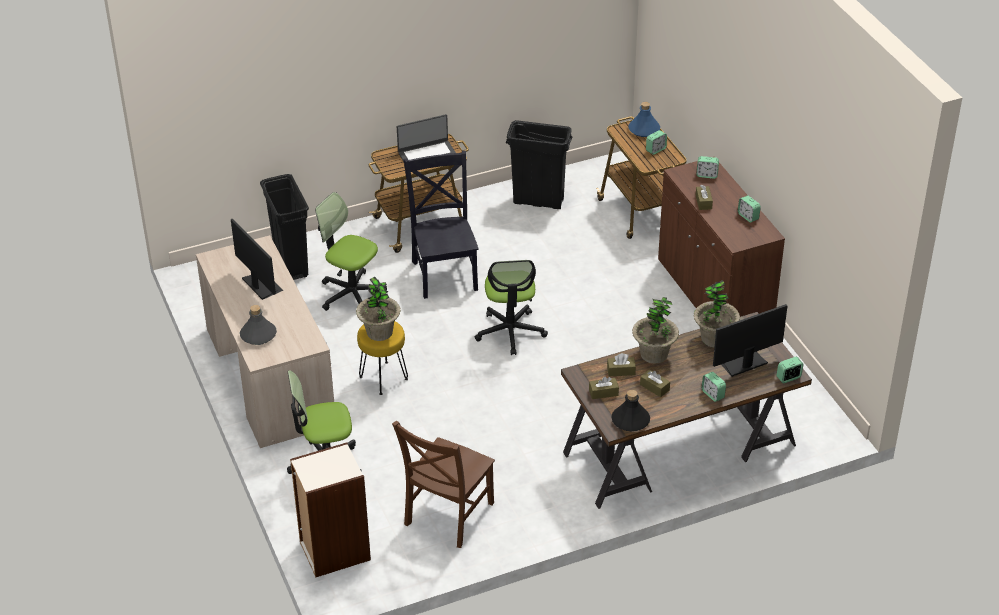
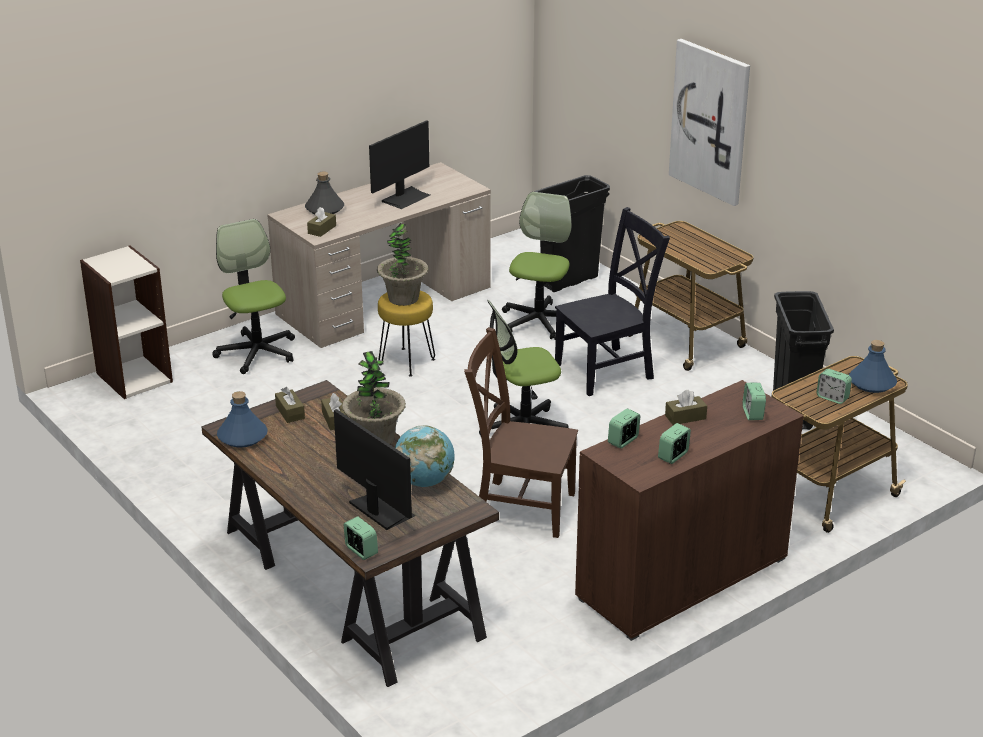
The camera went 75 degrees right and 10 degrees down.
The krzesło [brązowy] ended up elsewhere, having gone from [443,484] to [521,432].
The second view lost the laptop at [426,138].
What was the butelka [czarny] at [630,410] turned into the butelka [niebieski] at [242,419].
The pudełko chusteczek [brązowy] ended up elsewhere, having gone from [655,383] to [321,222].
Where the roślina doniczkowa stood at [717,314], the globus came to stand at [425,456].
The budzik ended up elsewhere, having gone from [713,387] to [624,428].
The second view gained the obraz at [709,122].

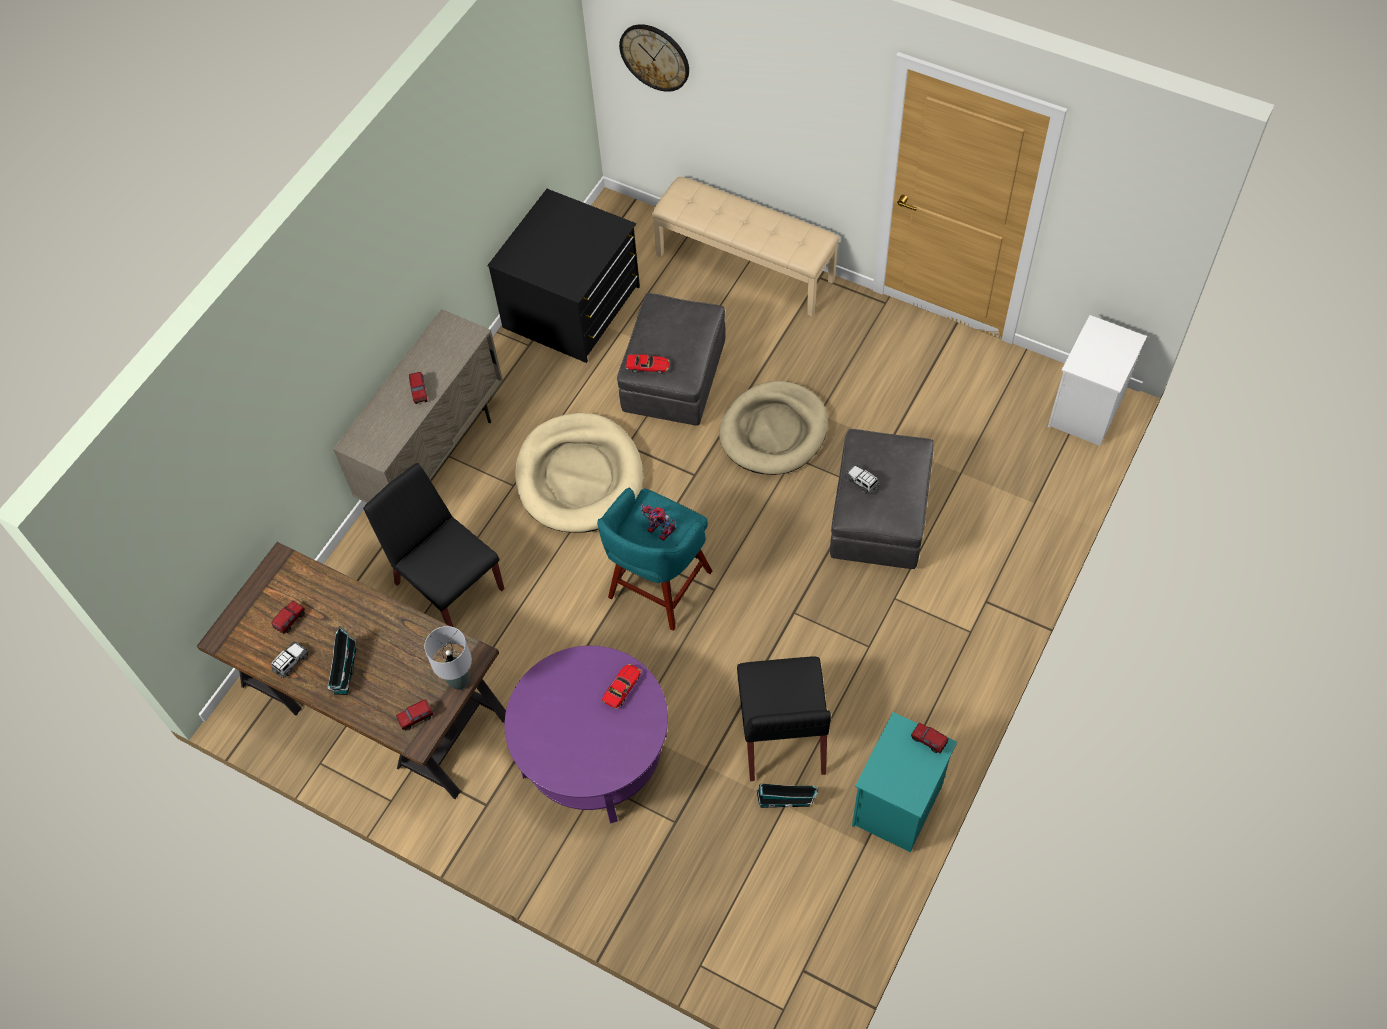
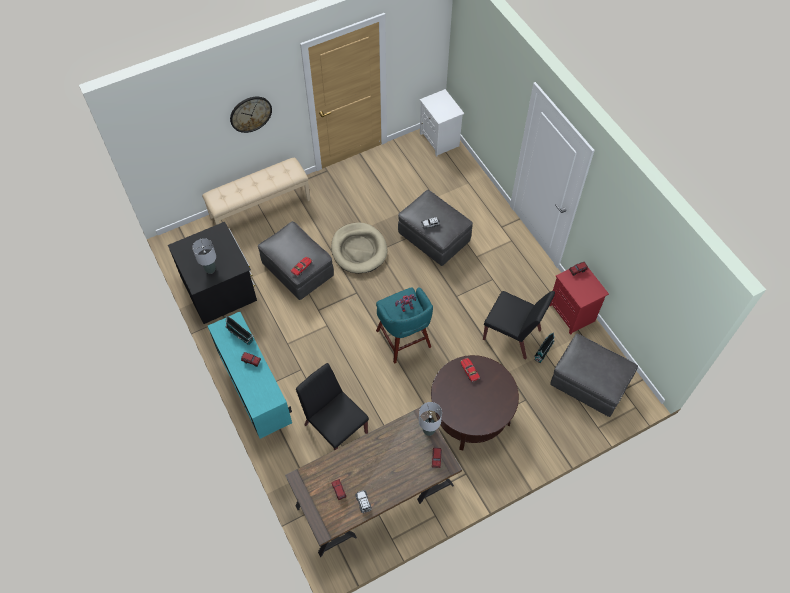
The camera went 60 degrees left and 0 degrees up.
The domek ended up elsewhere, having gone from [341,660] to [240,330].
What was the szafka [beżowy] at [418,406] turned into the szafka [turkusowy] at [250,375].
The krzesło [czarny] at [433,545] ended up facing another way, 60 degrees clockwise from before.
What was the ława [fioletowy] at [586,735] turned into the ława [brązowy] at [475,402].
The second view lost the legowisko [beżowy] at [579,472].
The zegar ścienny ended up elsewhere, having gone from [654,58] to [251,115].
What was the szafka nocna [turkusowy] at [904,782] turned into the szafka nocna [czerwony] at [579,301].
The second view gained the lampa stołowa [szary] at [204,256].
The second view gained the pufa [szary] at [594,375].

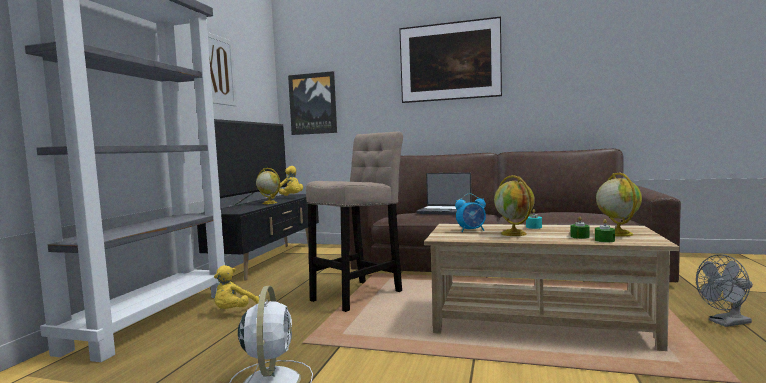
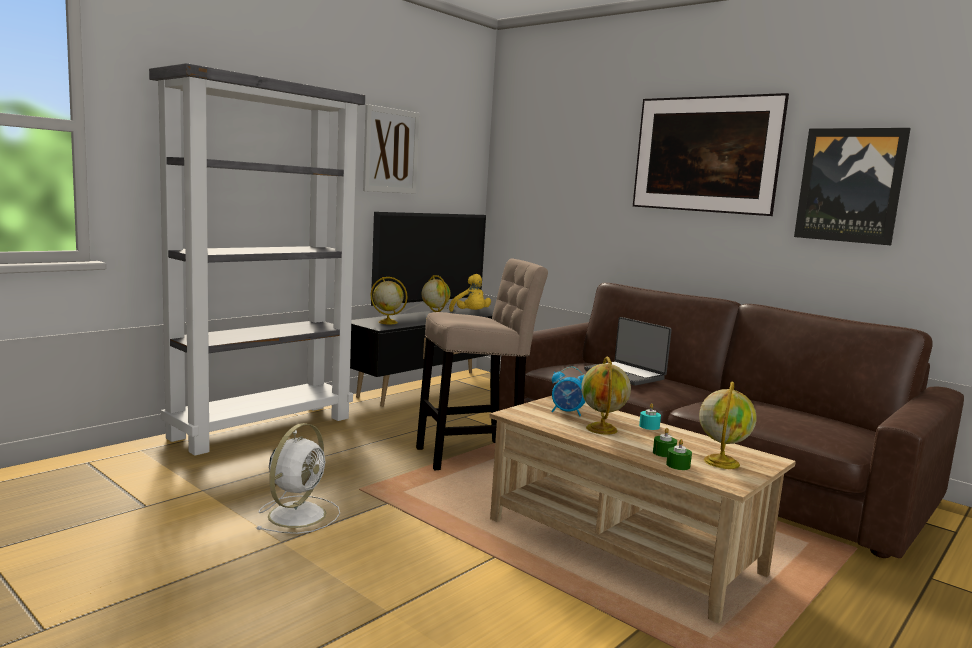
The camera went 25 degrees right and 5 degrees up.
The second view lost the pluszak [żółty] at [236,287].
The obraz ended up elsewhere, having gone from [312,103] to [852,186].
The second view lost the wentylator [szary] at [724,290].
The second view gained the globus at [389,300].

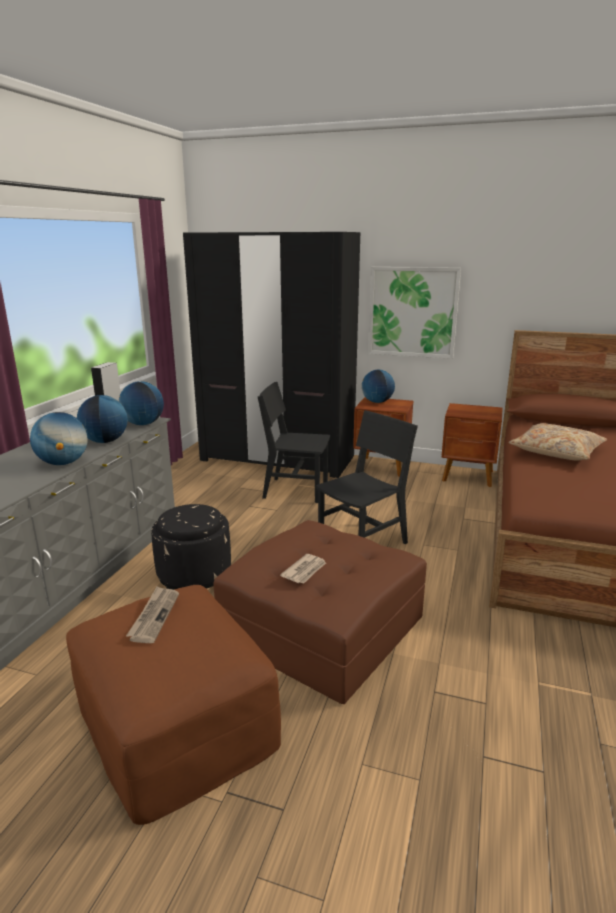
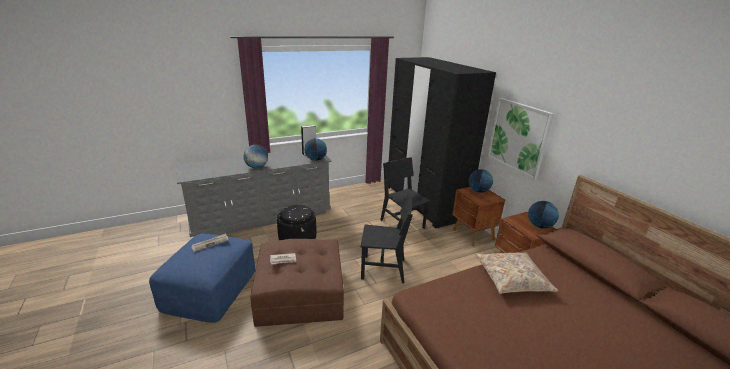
The camera went 45 degrees right and 5 degrees up.
What was the pufa [brązowy] at [173,705] turned into the pufa [niebieski] at [202,278].
The globus ended up elsewhere, having gone from [102,419] to [543,215].

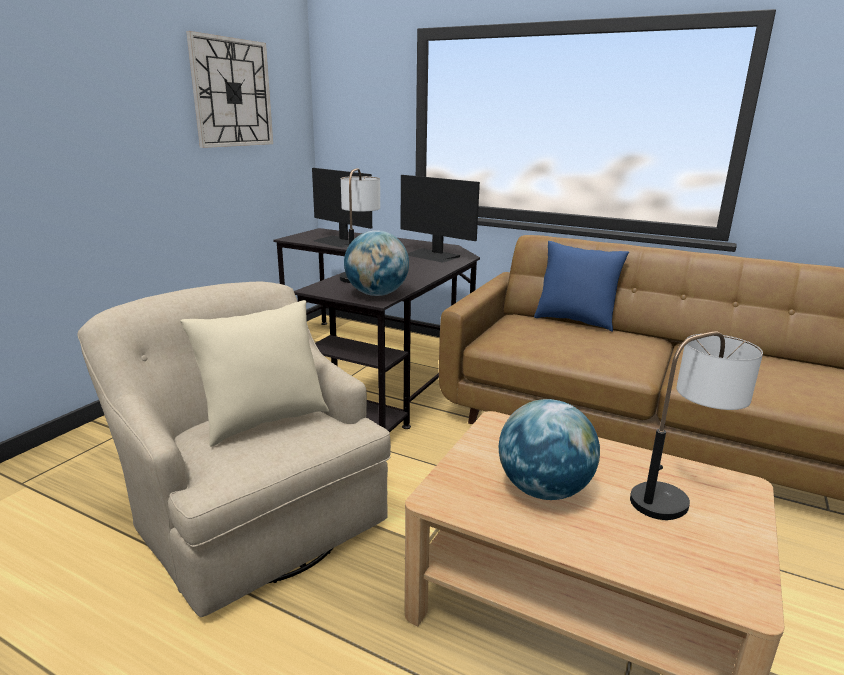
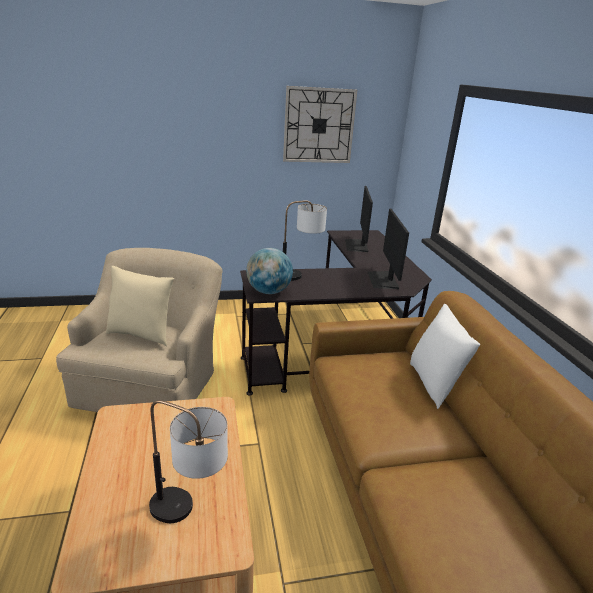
The camera went 50 degrees right and 5 degrees up.
The second view lost the globus at [549,449].
What was the poduszka [niebieski] at [581,286] turned into the poduszka [biały] at [445,356].

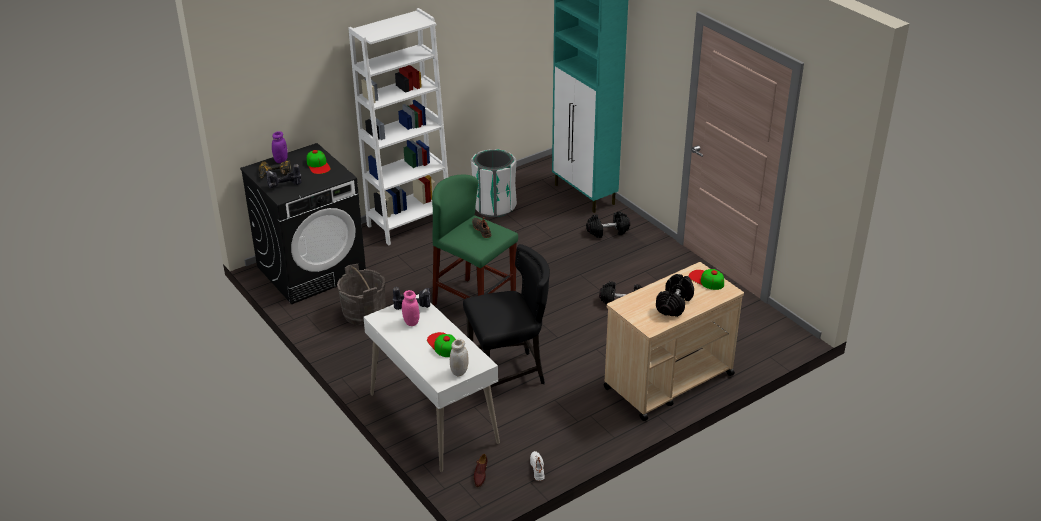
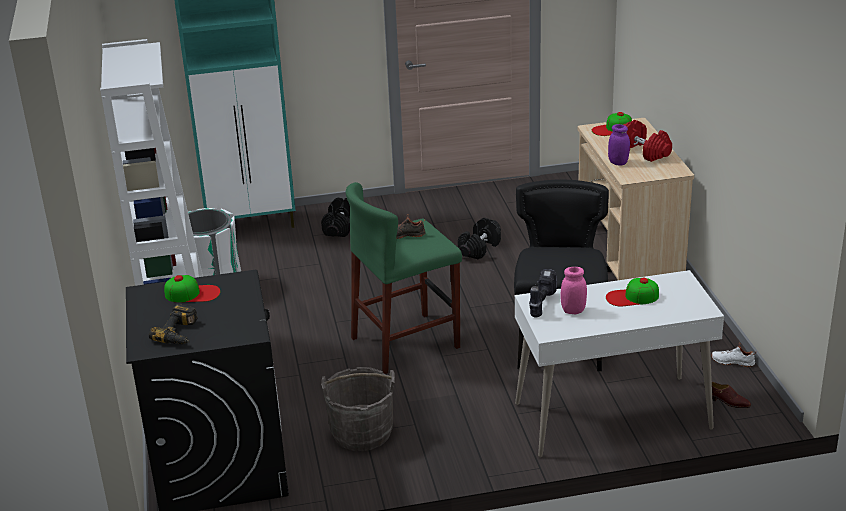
The camera went 65 degrees left and 5 degrees down.
The second view lost the wiertarka at [283,176].
The słoik [fioletowy] ended up elsewhere, having gone from [280,147] to [619,145].
The second view lost the słoik [biały] at [459,357].
What was the hantel [czarny] at [675,295] turned into the hantel [czerwony] at [647,141].

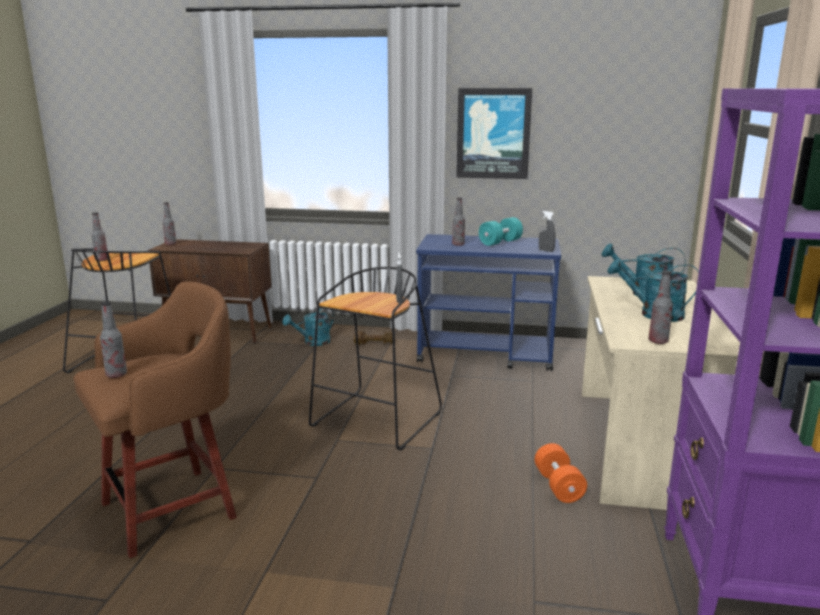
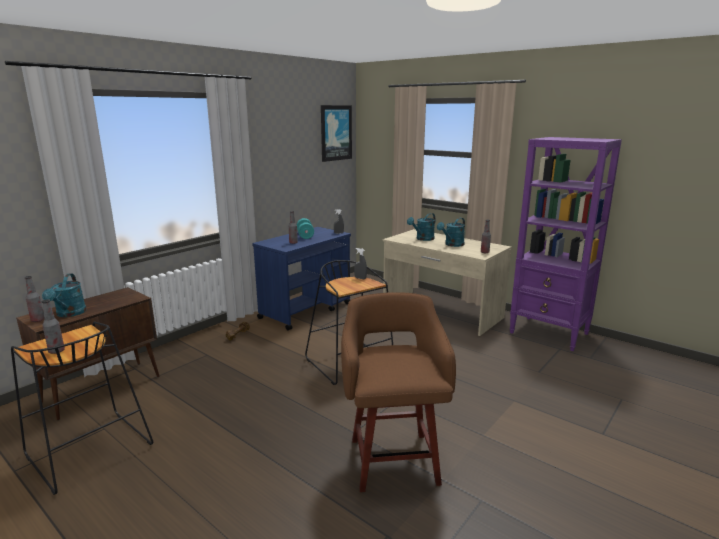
The camera went 60 degrees left and 0 degrees up.
The second view lost the butelka at [113,339].
The konewka [turkusowy] ended up elsewhere, having gone from [308,327] to [64,295].
The obraz ended up elsewhere, having gone from [494,133] to [336,133].
The second view lost the hantel [pomarańczowy] at [561,473].

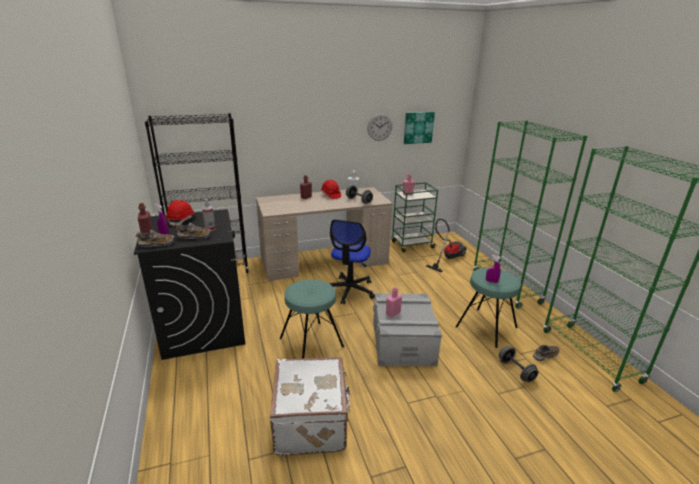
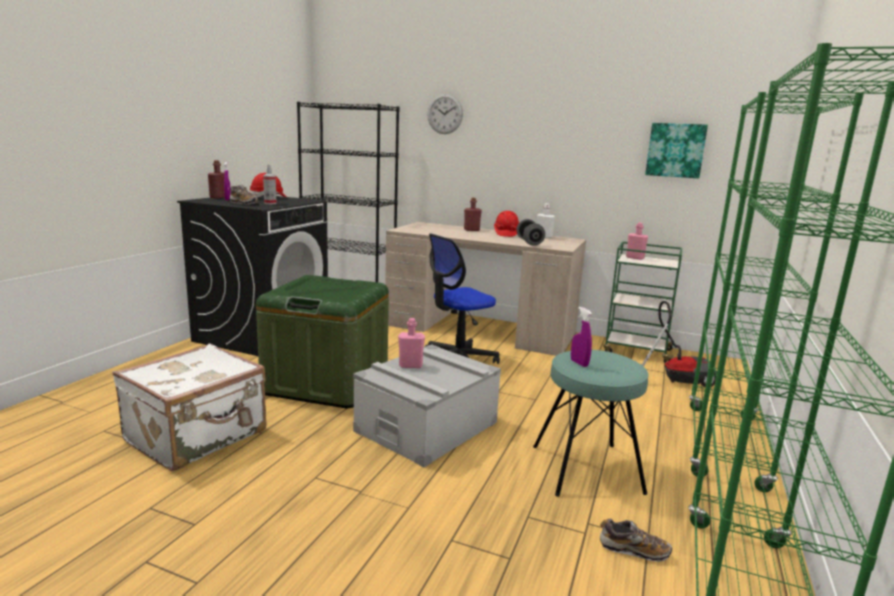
The camera went 40 degrees right and 10 degrees down.
The second view lost the but at [155,238].
Where the stołek [turkusowy] stood at [312,319], the pojemnik do przechowywania [zielony] came to stand at [322,341].
The zegar ścienny ended up elsewhere, having gone from [379,127] to [445,114].
The second view lost the hantel [szary] at [518,364].

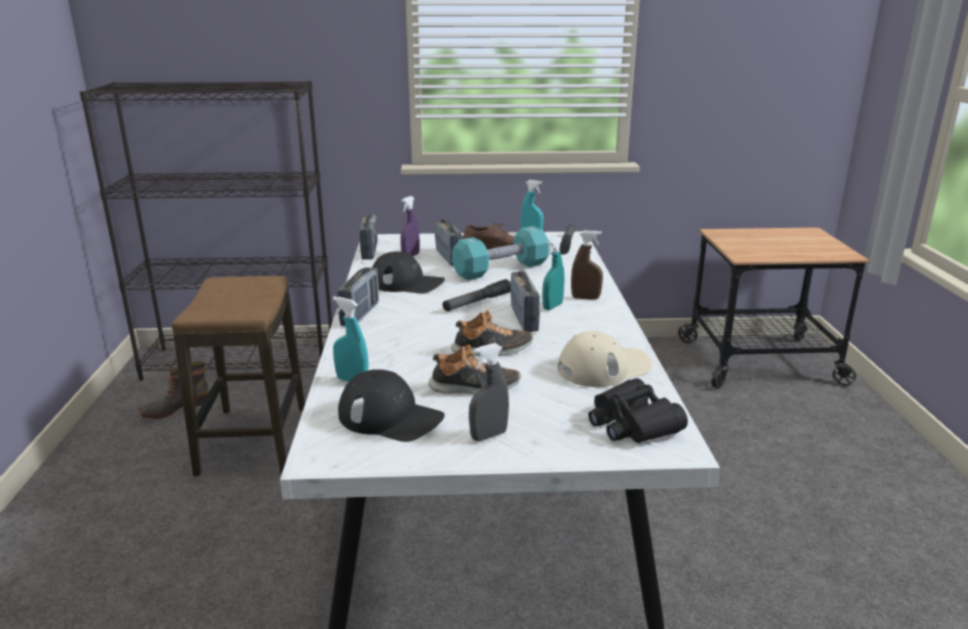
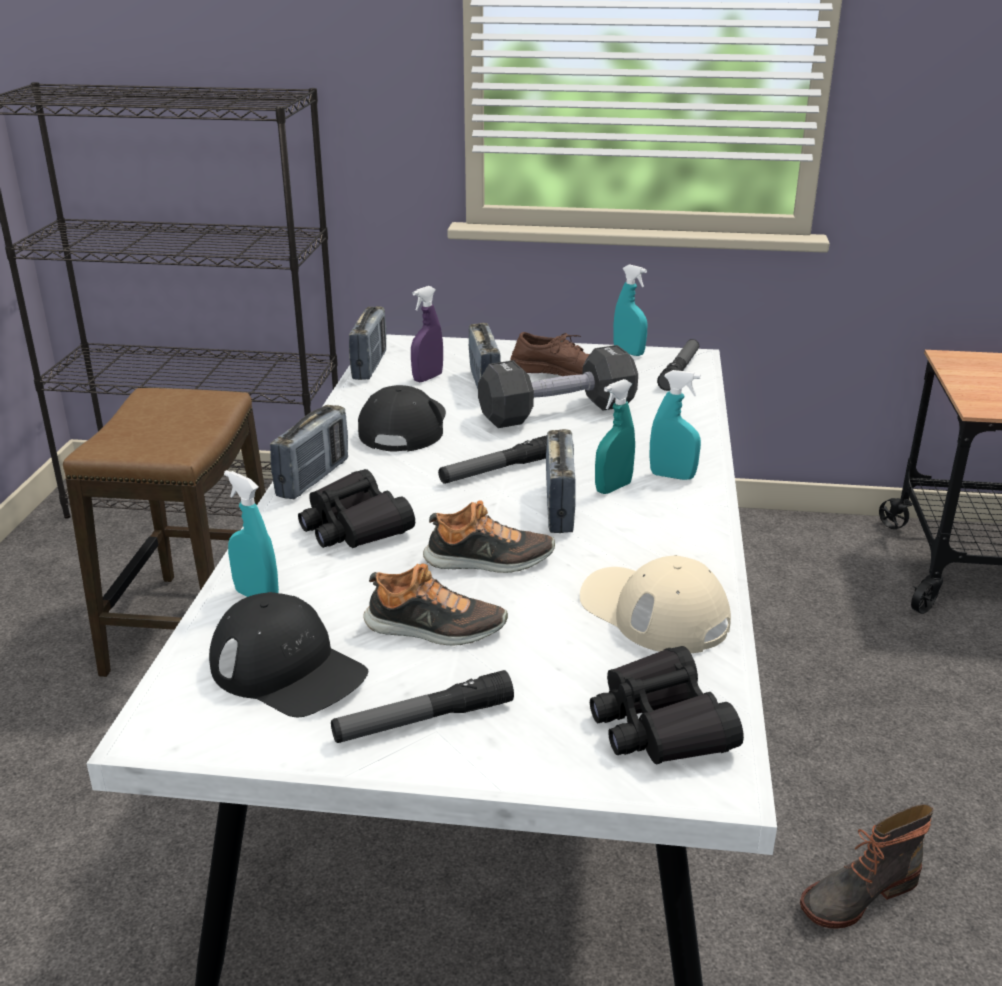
The camera went 10 degrees right and 5 degrees up.
The but z cholewką ended up elsewhere, having gone from [174,390] to [867,866].
The czapka z daszkiem [czarny] at [409,272] ended up facing another way, 105 degrees counterclockwise from before.
What was the hantel [turkusowy] at [500,253] turned into the hantel [czarny] at [558,386].
Where the spryskiwacz [szary] stood at [489,392], the latarka came to stand at [422,706].
The czapka z daszkiem [beżowy] at [605,359] ended up facing another way, 120 degrees counterclockwise from before.
What was the spryskiwacz [brązowy] at [587,265] turned into the spryskiwacz [turkusowy] at [675,425].
The second view gained the lornetka [czarny] at [356,508].

